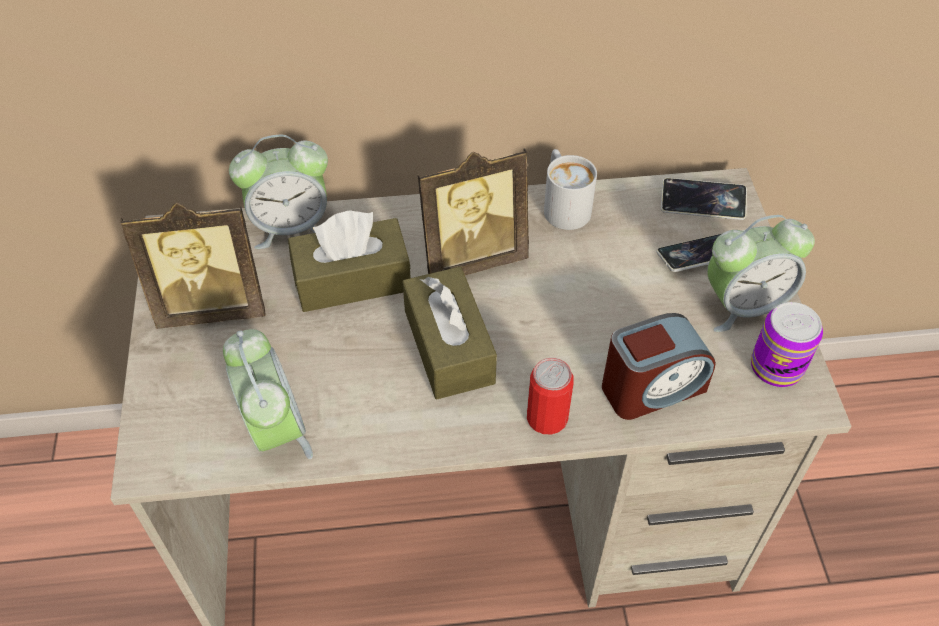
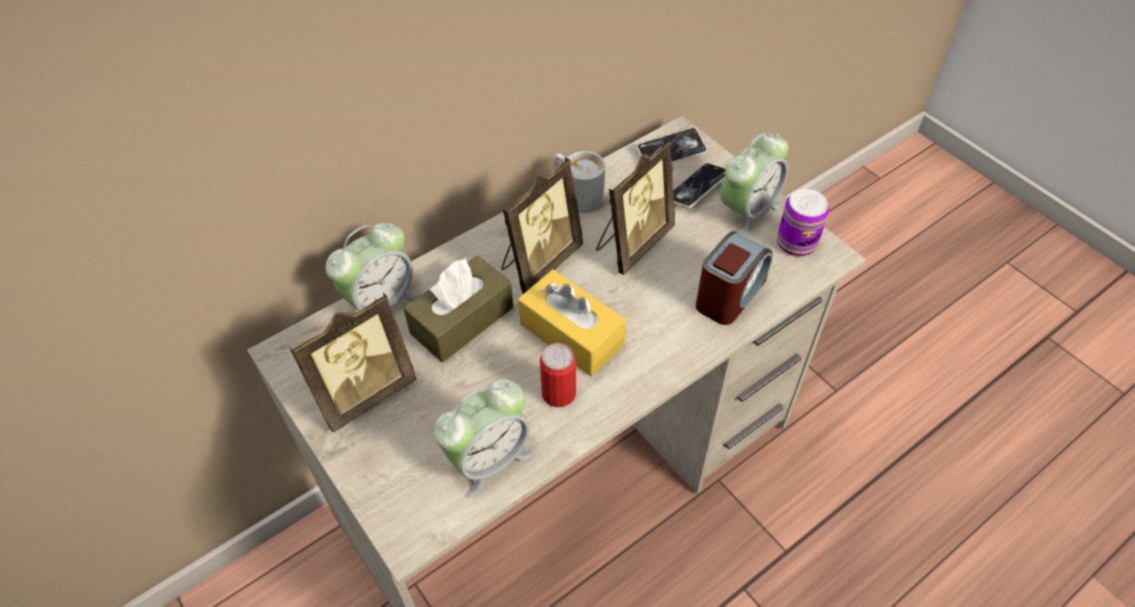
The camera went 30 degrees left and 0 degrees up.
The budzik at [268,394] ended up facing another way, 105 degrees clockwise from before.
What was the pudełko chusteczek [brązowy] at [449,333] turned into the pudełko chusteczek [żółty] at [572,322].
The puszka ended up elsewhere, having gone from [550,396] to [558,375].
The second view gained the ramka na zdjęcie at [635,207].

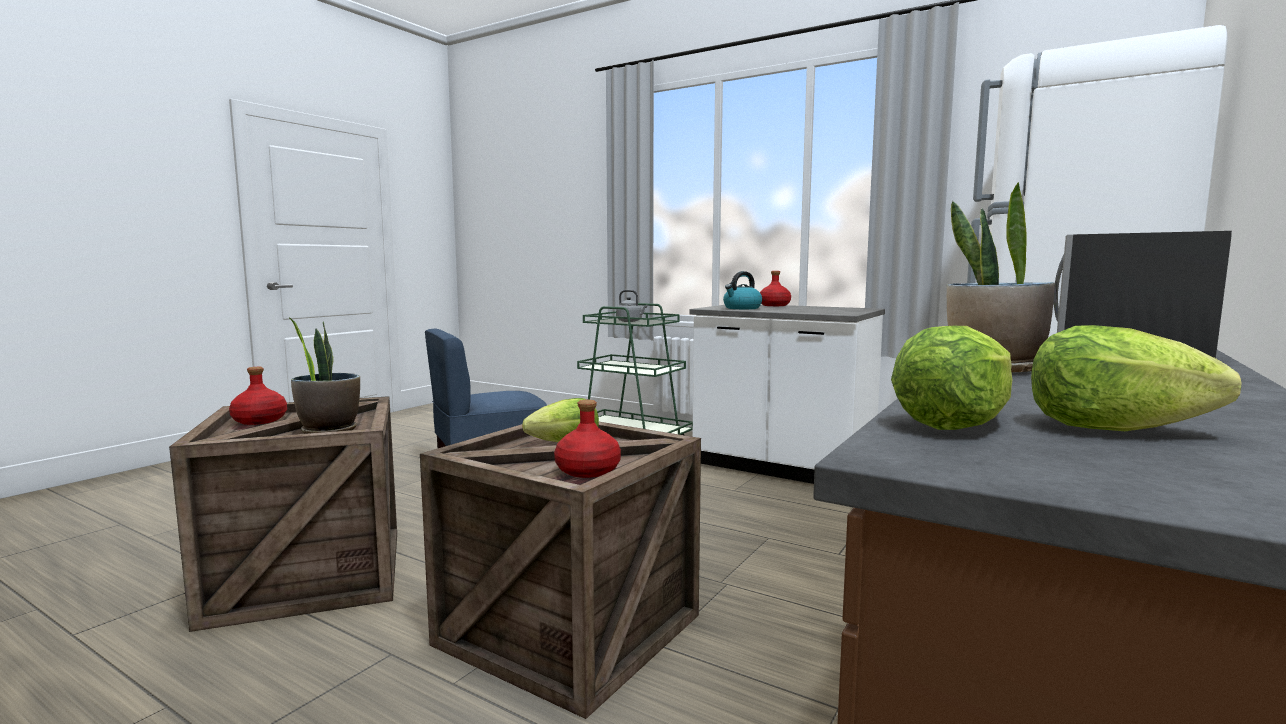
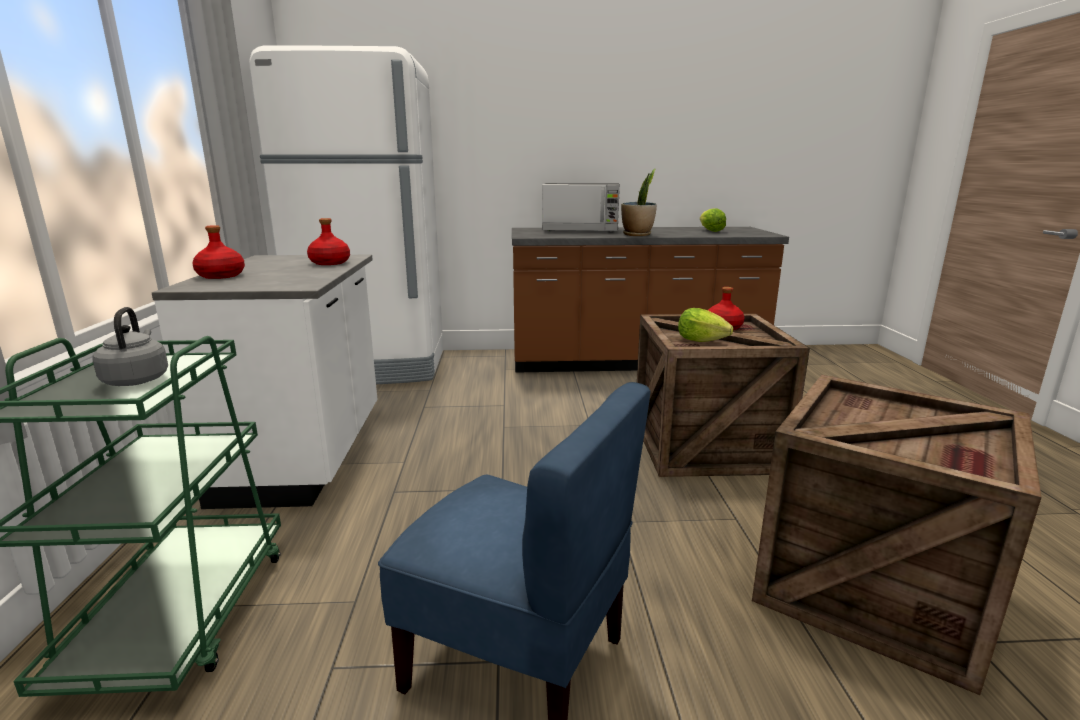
The camera went 125 degrees left and 10 degrees up.
The butelka [czerwony] ended up elsewhere, having gone from [258,396] to [328,241].
The second view lost the roślina doniczkowa at [324,375].
The second view lost the czajnik at [742,290].
The second view lost the sałata at [951,378].

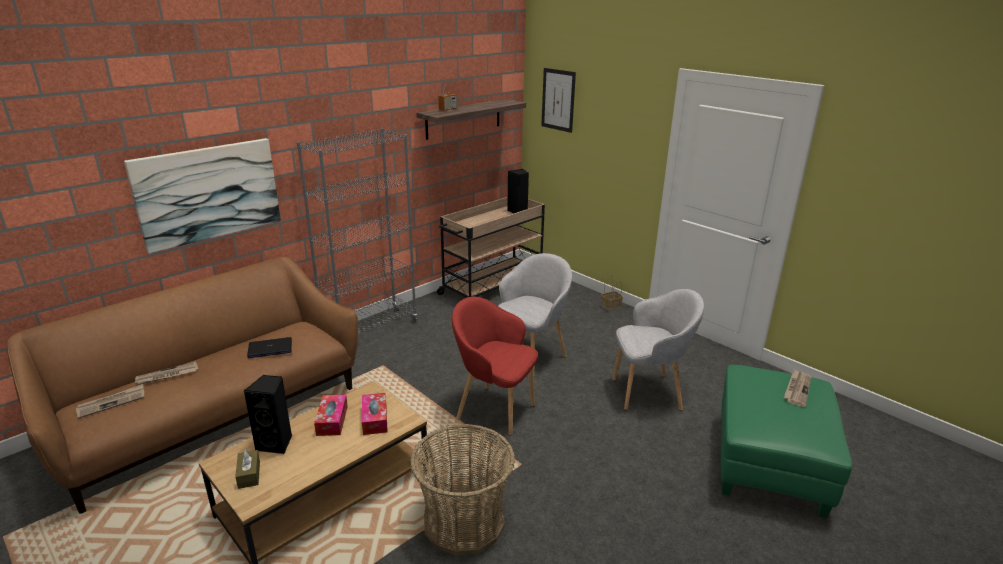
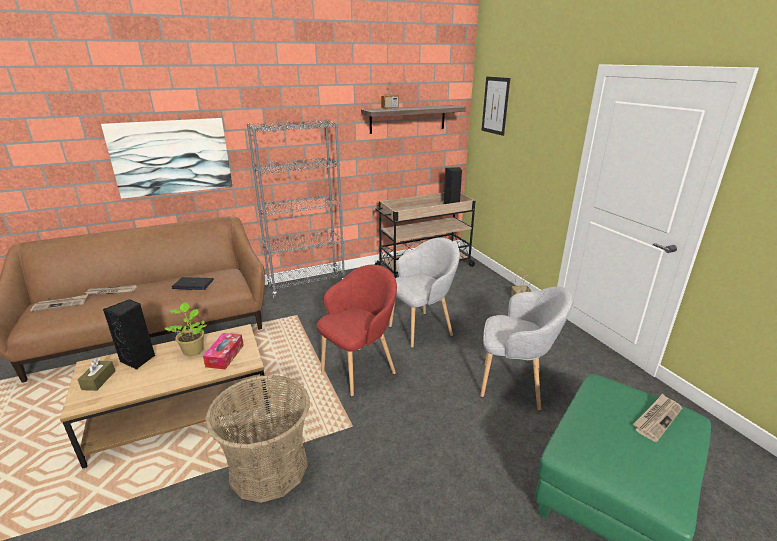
The camera went 20 degrees right and 0 degrees up.
Where the pudełko chusteczek stood at [331,415], the roślina doniczkowa came to stand at [186,329].
The fotel [czerwony] at [495,366] ended up facing another way, 90 degrees clockwise from before.

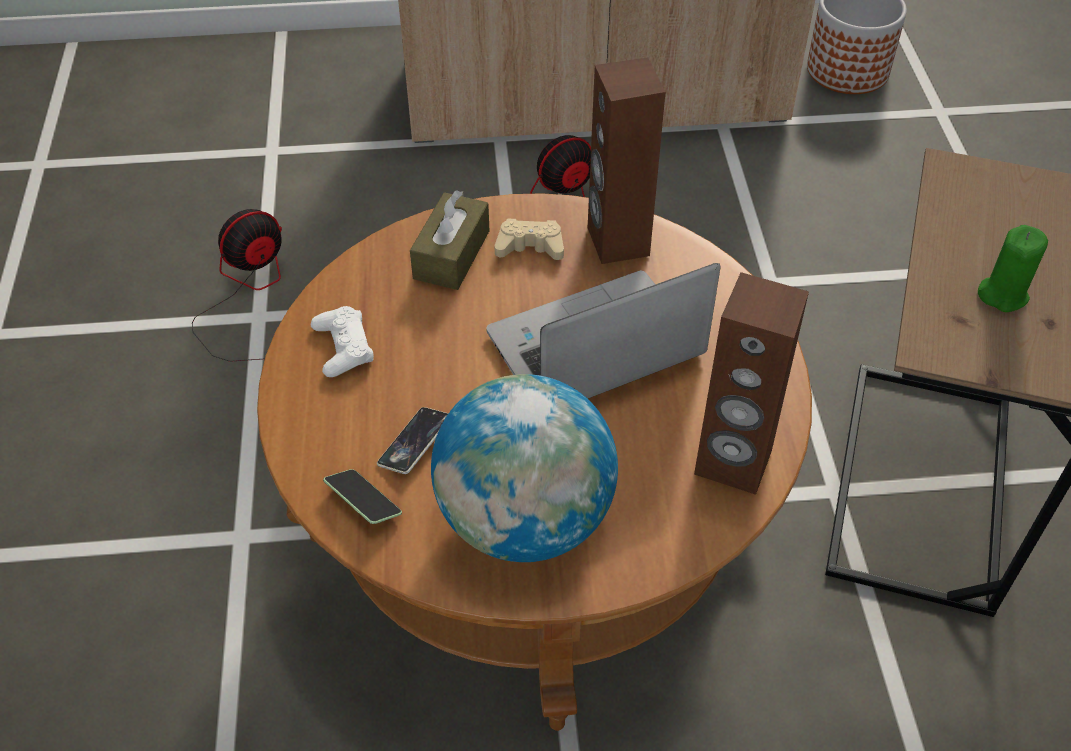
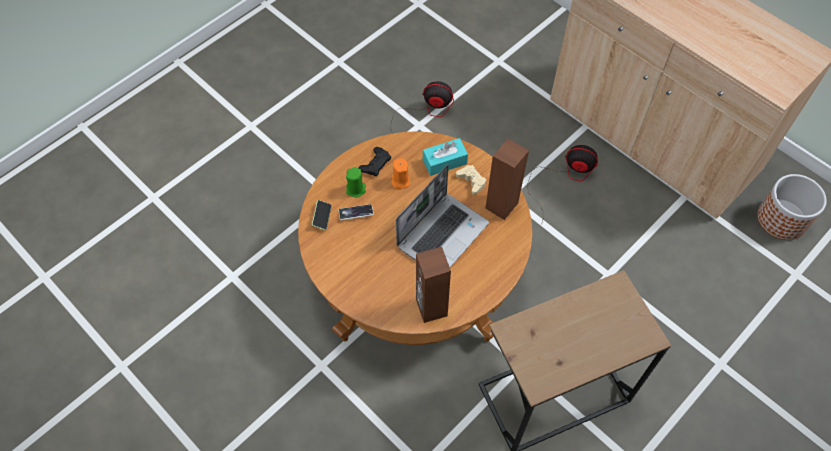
The camera went 50 degrees right and 10 degrees up.
What was the pad do gier [biały] at [342,341] turned into the pad do gier [czarny] at [374,161].
What was the pudełko chusteczek [brązowy] at [449,240] turned into the pudełko chusteczek [turkusowy] at [445,157].
The second view lost the globus at [524,468].
The laptop at [603,331] ended up facing another way, 105 degrees clockwise from before.
The świeca [zielony] ended up elsewhere, having gone from [1013,268] to [356,182].
The second view gained the świeca [pomarańczowy] at [400,174].

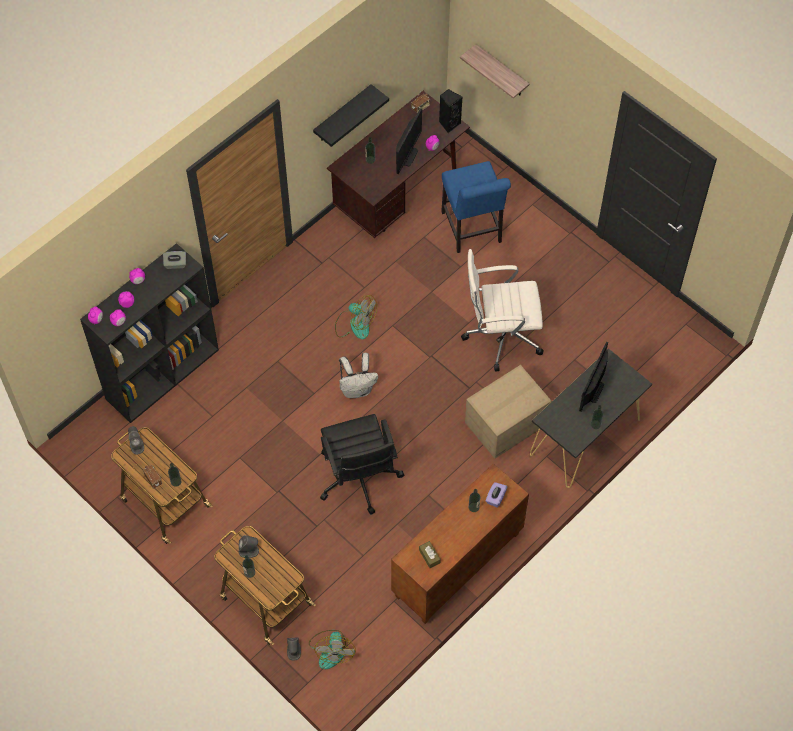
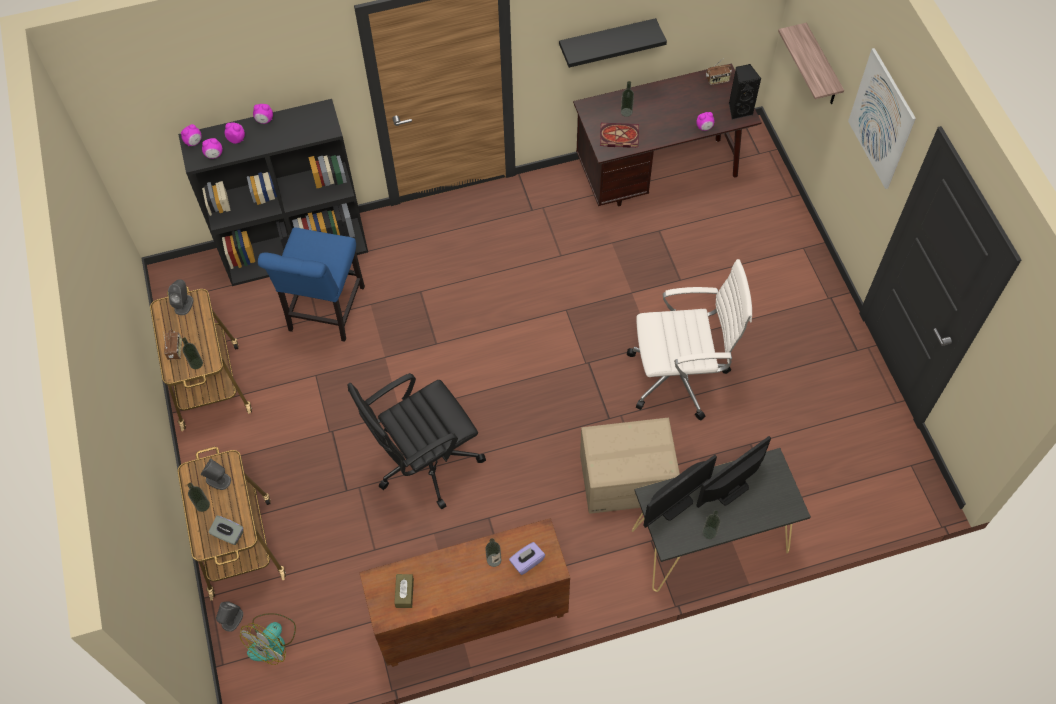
The camera went 30 degrees right and 0 degrees up.
The pudełko chusteczek [szary] ended up elsewhere, having gone from [174,260] to [226,530].
The krzesło biurowe [czarny] at [362,464] ended up facing another way, 45 degrees clockwise from before.
The second view lost the wentylator at [356,317].
The second view lost the plecak [biały] at [358,375].
The monitor ended up elsewhere, having gone from [409,141] to [680,491].
The krzesło [niebieski] ended up elsewhere, having gone from [476,207] to [311,285].
The krzesło biurowe [biały] at [502,310] ended up facing another way, 150 degrees clockwise from before.
The second view gained the książka at [619,135].
The second view gained the obraz at [882,118].

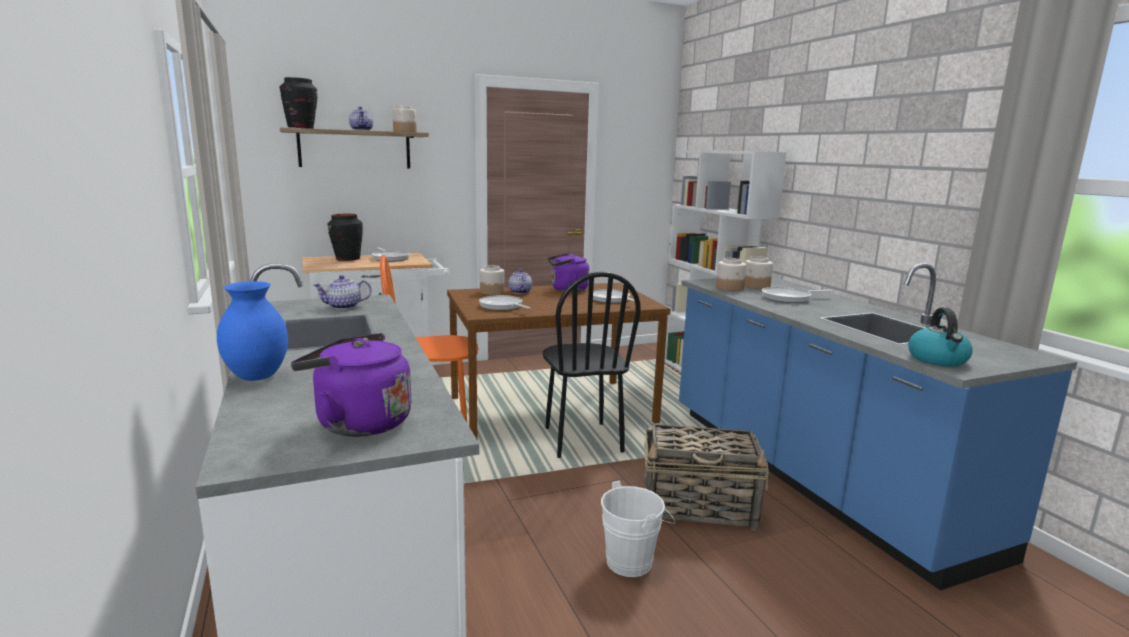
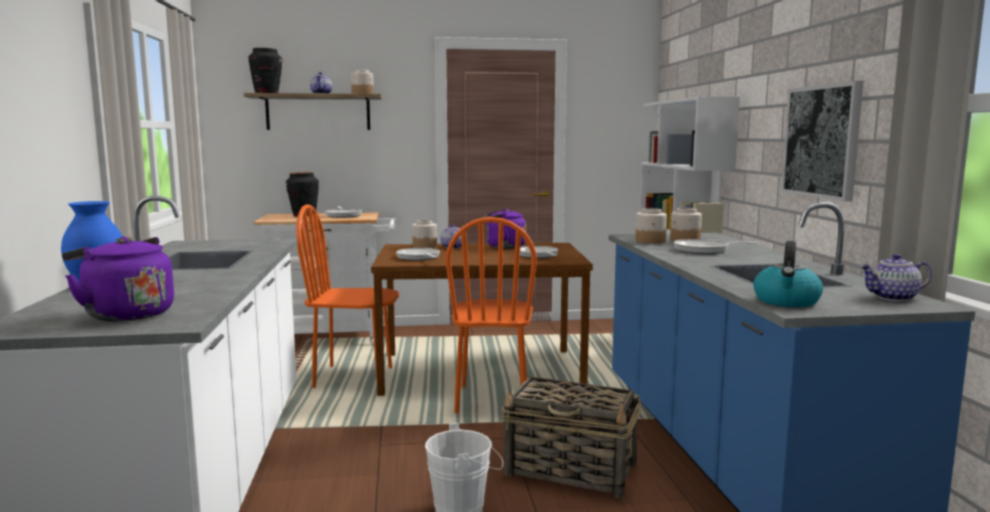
The camera went 15 degrees right and 5 degrees down.
The imbryk ended up elsewhere, having gone from [342,292] to [896,277].
What was the krzesło [czarny] at [592,365] turned into the krzesło [pomarańczowy] at [491,315].
The second view gained the obraz at [822,141].

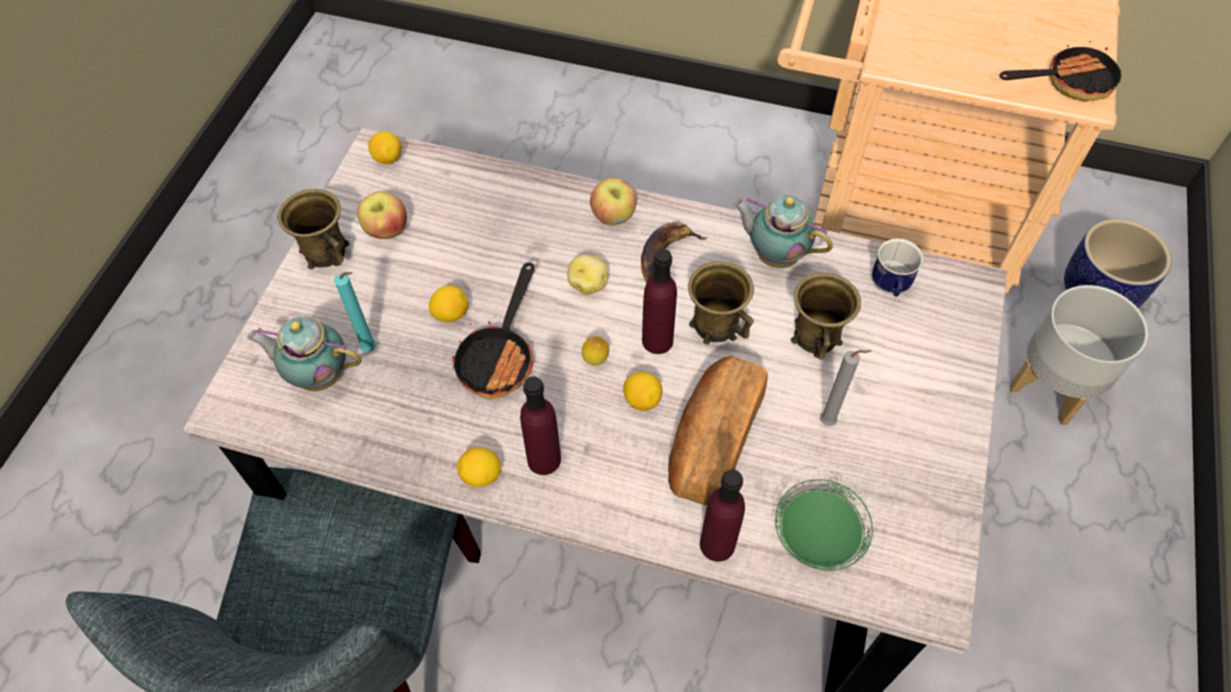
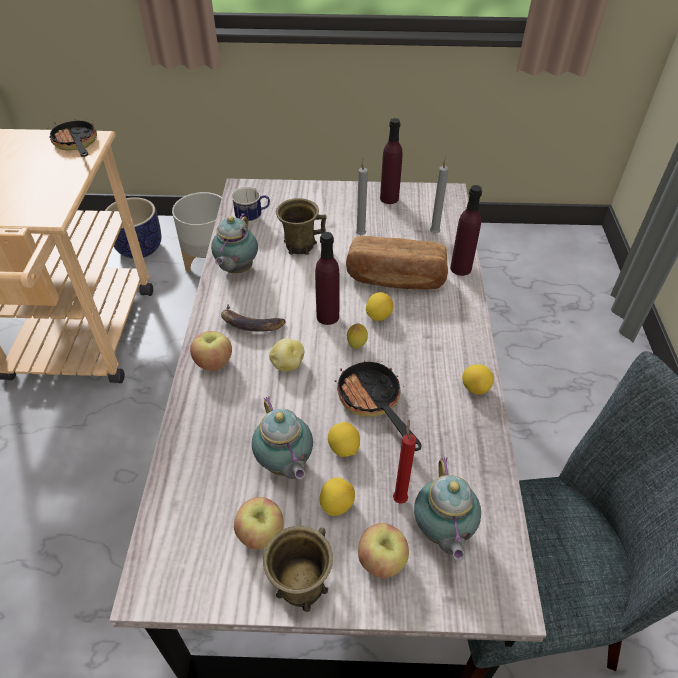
The camera went 105 degrees left and 10 degrees down.
What was the świeca [turkusowy] at [355,312] turned into the świeca [czerwony] at [404,461].
The cytryna ended up elsewhere, having gone from [385,147] to [337,496].
The patelnia at [493,330] ended up facing another way, 120 degrees counterclockwise from before.
The butelka [fioletowy] ended up elsewhere, having gone from [540,425] to [391,161].
The second view lost the kubek [brązowy] at [721,303].
Where the talerz [zielony] stood at [824,525], the świeca [szary] came to stand at [439,194].
The second view gained the imbryk at [282,438].
The second view gained the jabłko at [383,550].

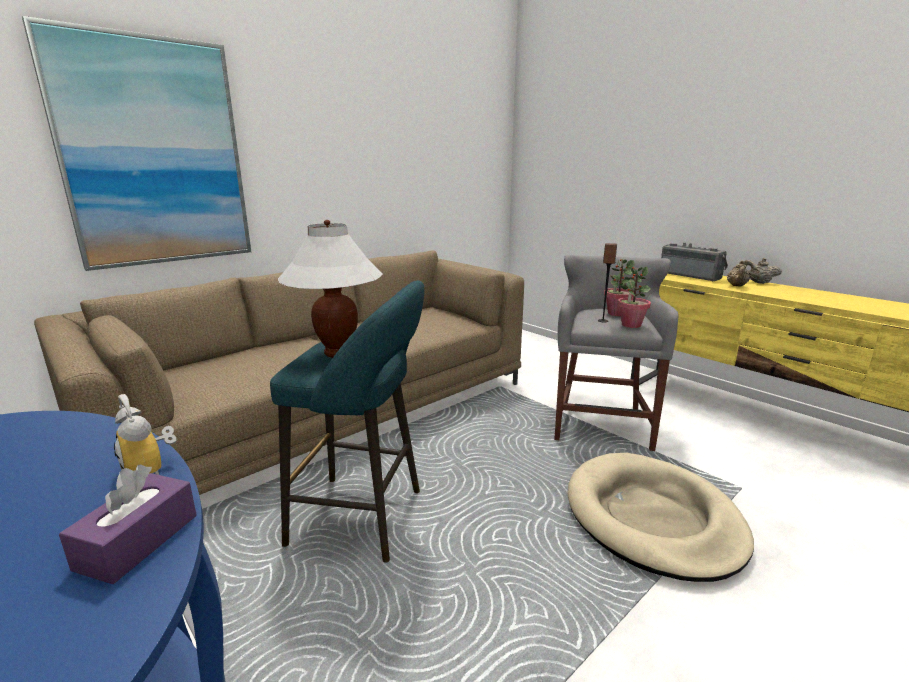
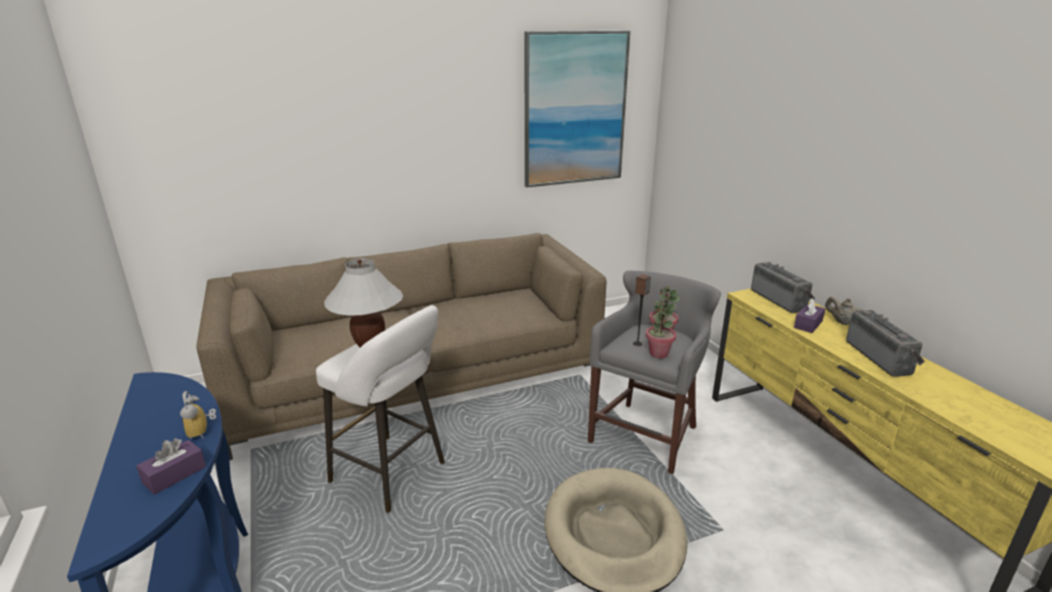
The camera went 20 degrees right and 5 degrees up.
The obraz ended up elsewhere, having gone from [136,143] to [577,109].
What was the stołek [turkusowy] at [347,421] turned into the stołek [biały] at [380,409].
Where the imbryk [beżowy] stood at [738,274], the pudełko chusteczek [fioletowy] came to stand at [809,315].
The second view gained the radio at [885,343].

